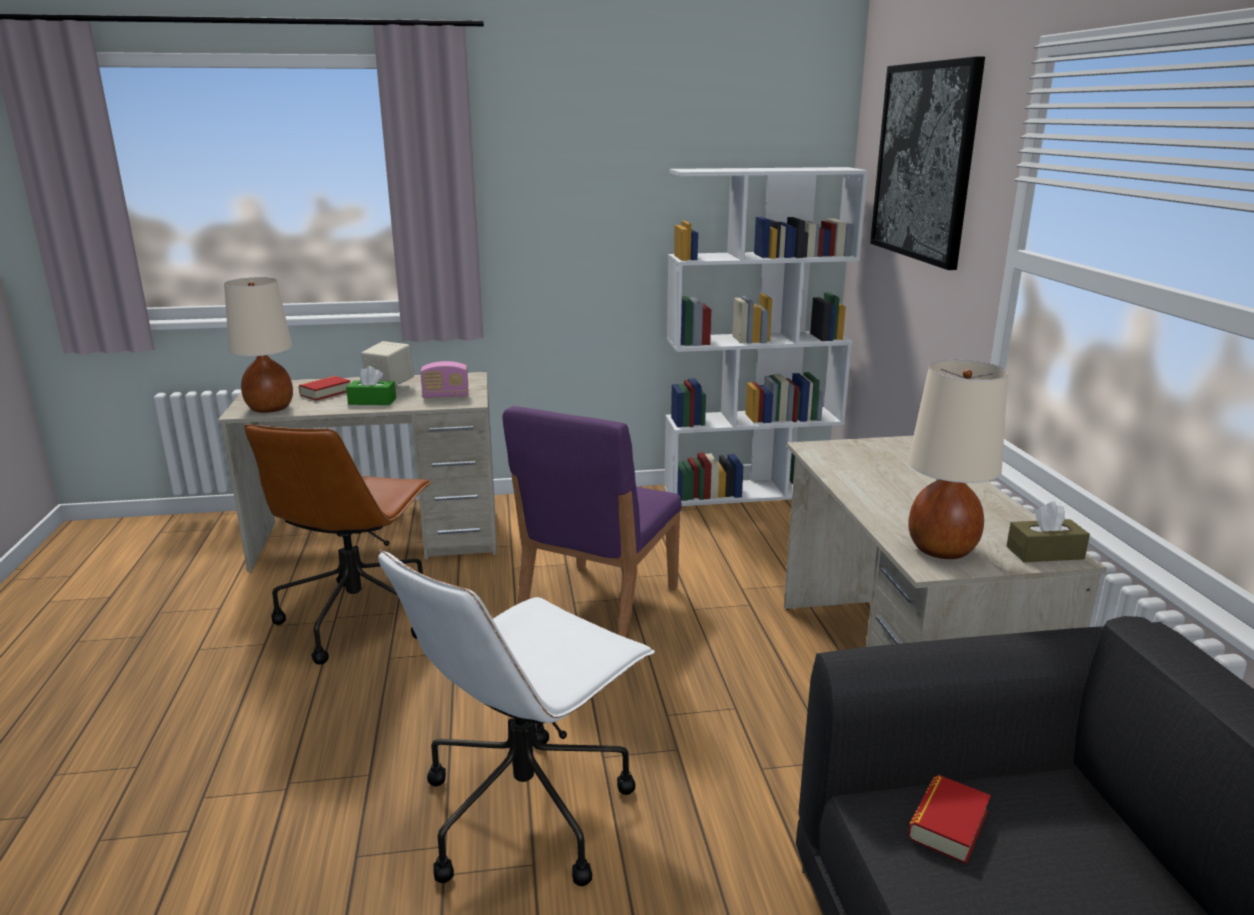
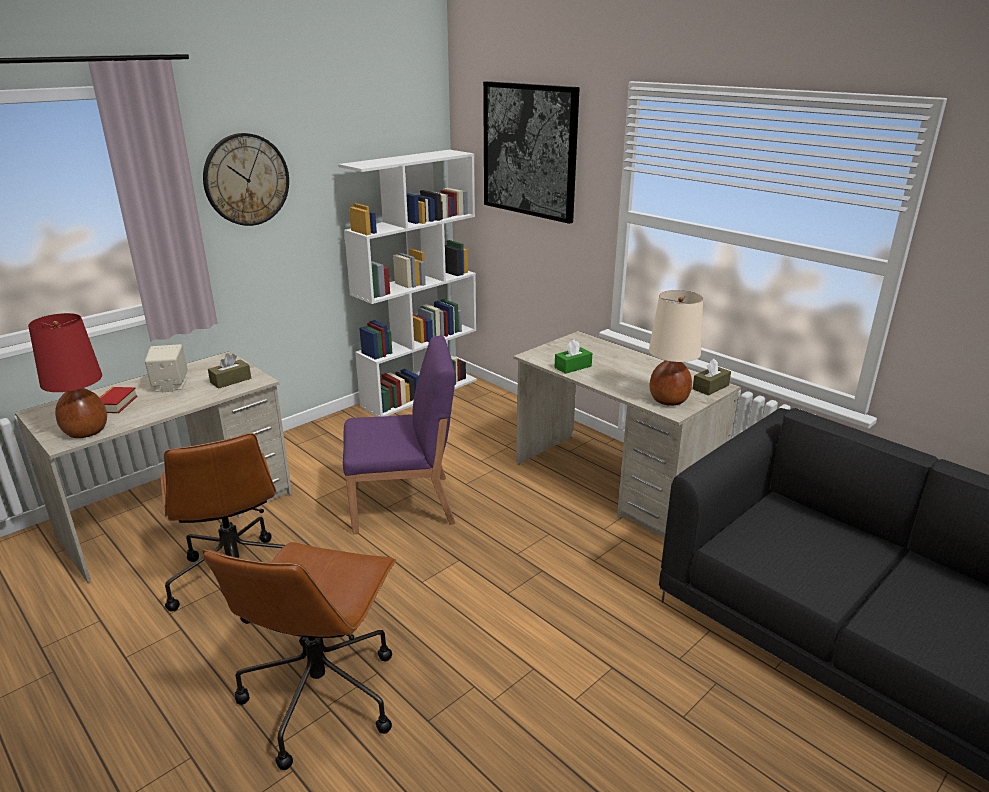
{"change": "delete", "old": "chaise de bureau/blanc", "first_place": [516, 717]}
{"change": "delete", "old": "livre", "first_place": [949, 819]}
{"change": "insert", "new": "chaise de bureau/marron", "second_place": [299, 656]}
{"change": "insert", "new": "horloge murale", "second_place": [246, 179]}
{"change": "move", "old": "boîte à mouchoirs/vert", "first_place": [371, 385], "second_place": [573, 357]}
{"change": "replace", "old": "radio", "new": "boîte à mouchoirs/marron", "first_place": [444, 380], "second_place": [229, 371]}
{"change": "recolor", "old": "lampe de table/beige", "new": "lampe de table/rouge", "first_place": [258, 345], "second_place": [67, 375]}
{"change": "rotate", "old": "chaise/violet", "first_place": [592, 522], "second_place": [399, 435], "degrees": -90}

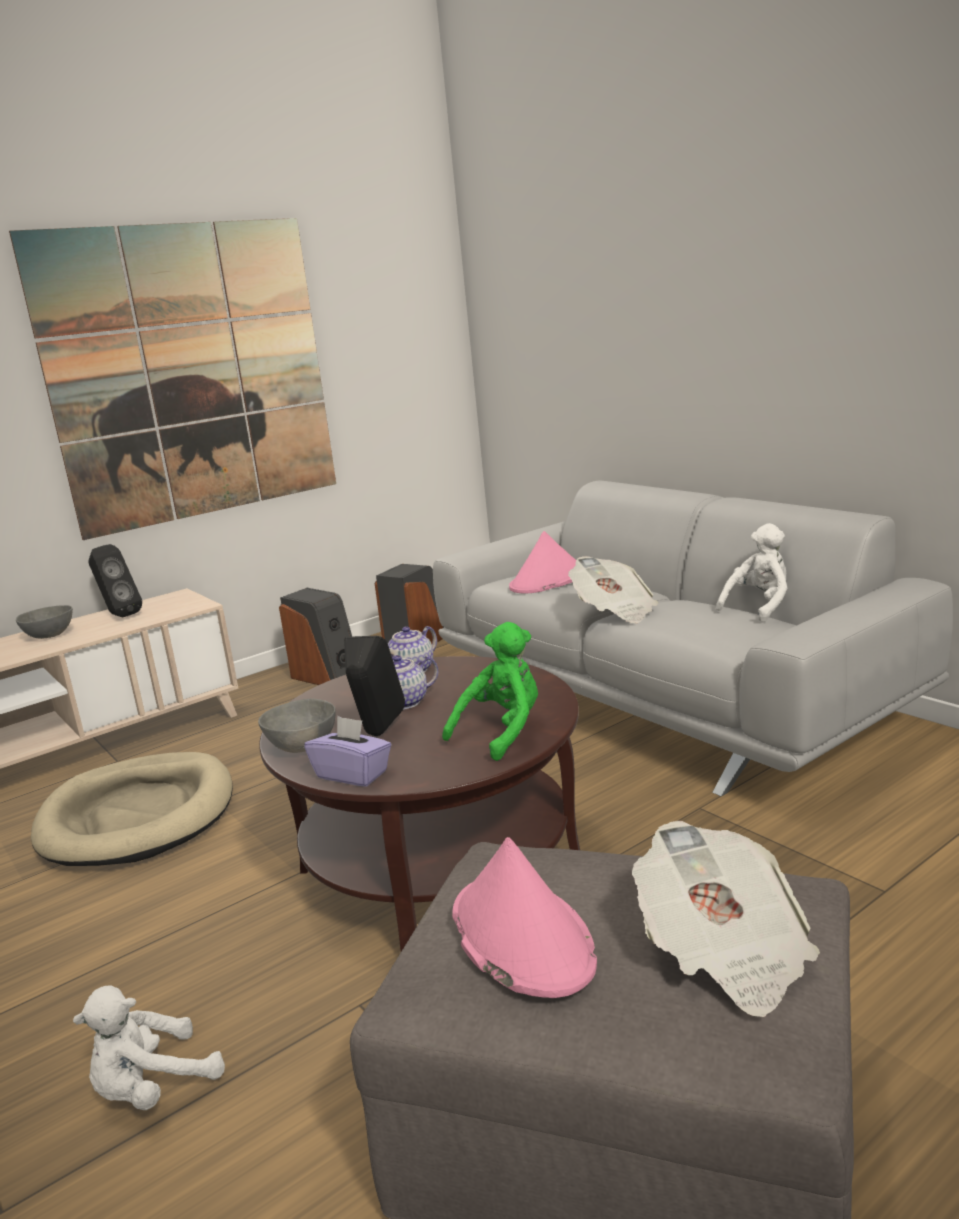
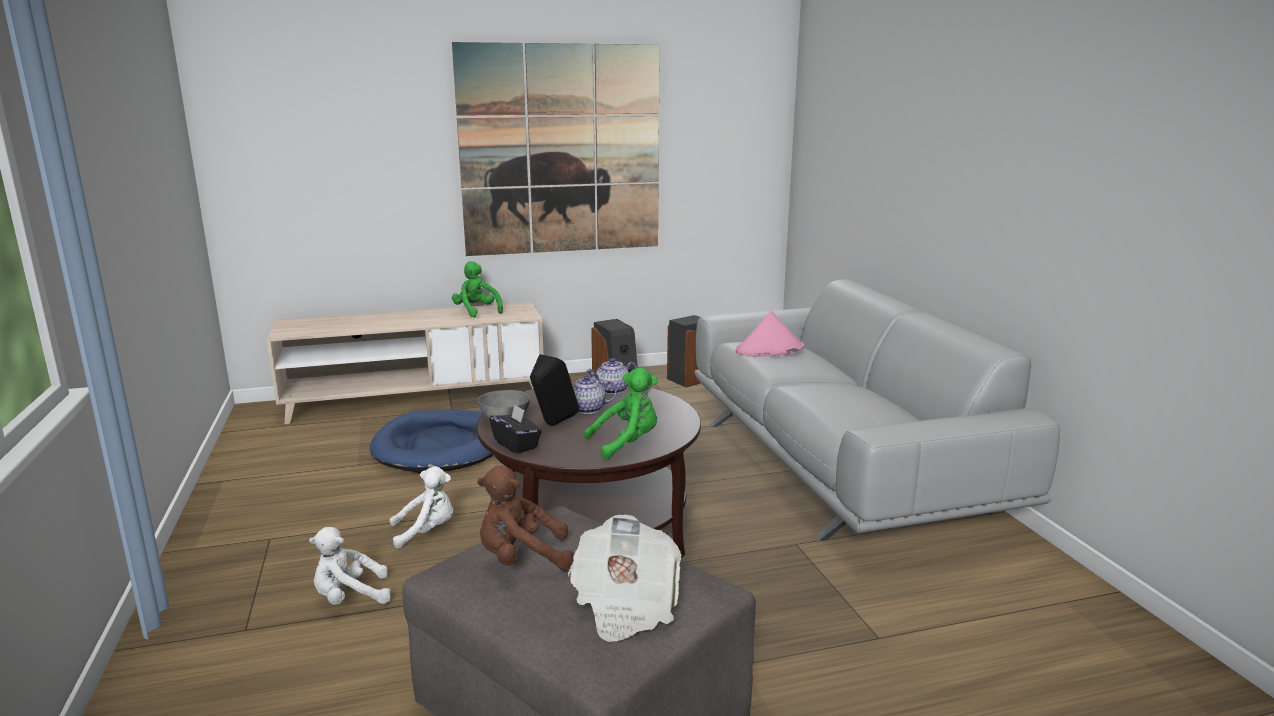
{"change": "delete", "old": "bol/gris", "first_place": [44, 622]}
{"change": "delete", "old": "journal", "first_place": [613, 589]}
{"change": "move", "old": "peluche/blanc", "first_place": [751, 573], "second_place": [421, 507]}
{"change": "replace", "old": "enceinte/noir", "new": "peluche/vert", "first_place": [115, 581], "second_place": [477, 289]}
{"change": "replace", "old": "chapeau/rose", "new": "peluche/marron", "first_place": [524, 917], "second_place": [525, 518]}
{"change": "recolor", "old": "panier pour chien/beige", "new": "panier pour chien/bleu", "first_place": [132, 809], "second_place": [431, 441]}
{"change": "recolor", "old": "boîte à mouchoirs/violet", "new": "boîte à mouchoirs/noir", "first_place": [348, 751], "second_place": [515, 429]}

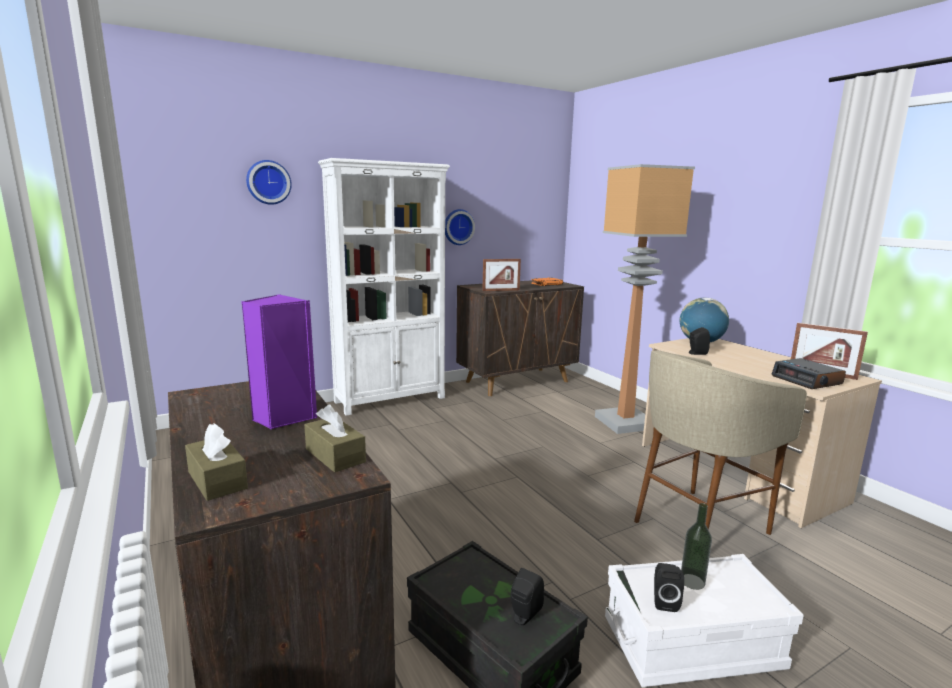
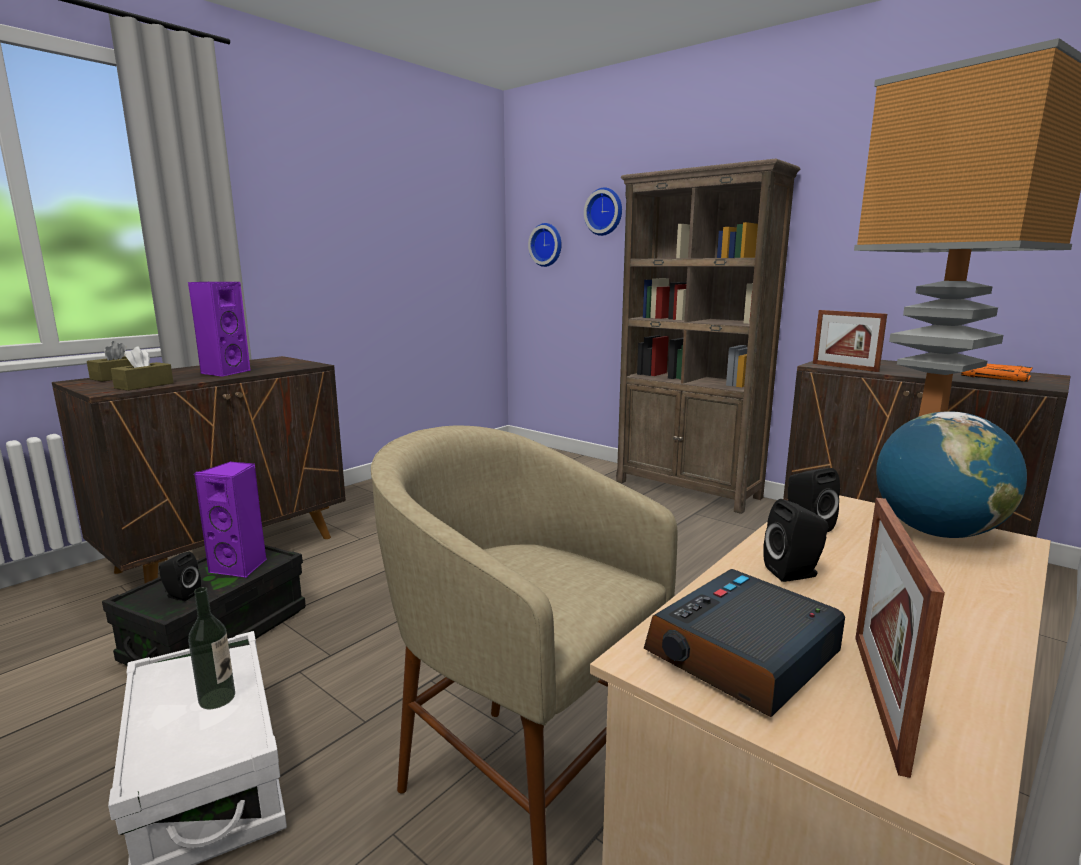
{"change": "insert", "new": "enceinte/violet", "second_place": [230, 519]}
{"change": "move", "old": "horloge murale", "first_place": [460, 227], "second_place": [545, 245]}
{"change": "move", "old": "enceinte/noir", "first_place": [669, 587], "second_place": [795, 540]}
{"change": "recolor", "old": "bibliothèque/blanc", "new": "bibliothèque/marron", "first_place": [384, 287], "second_place": [708, 336]}

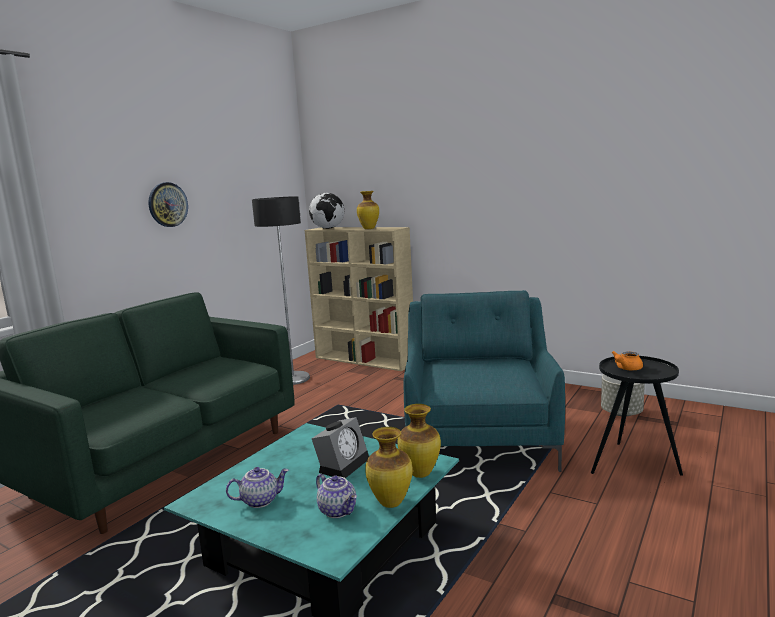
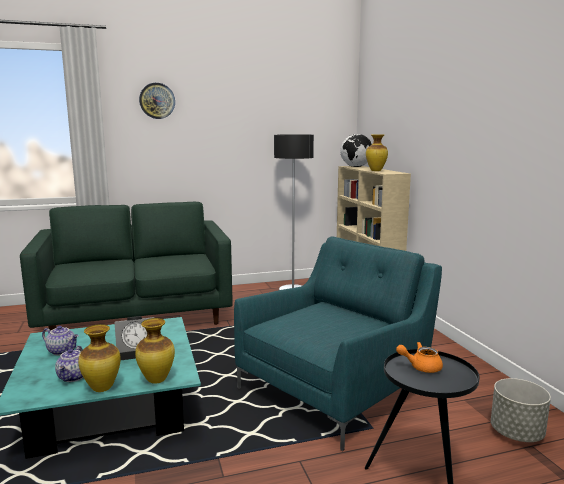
{"change": "move", "old": "horloge murale", "first_place": [168, 204], "second_place": [157, 101]}

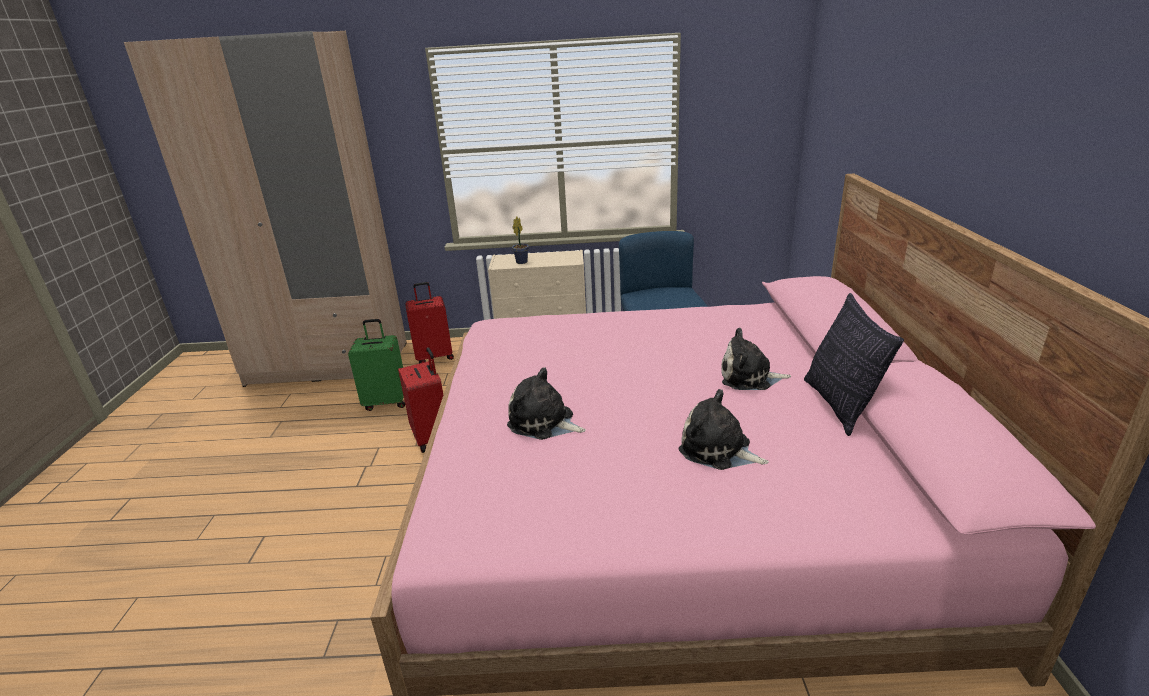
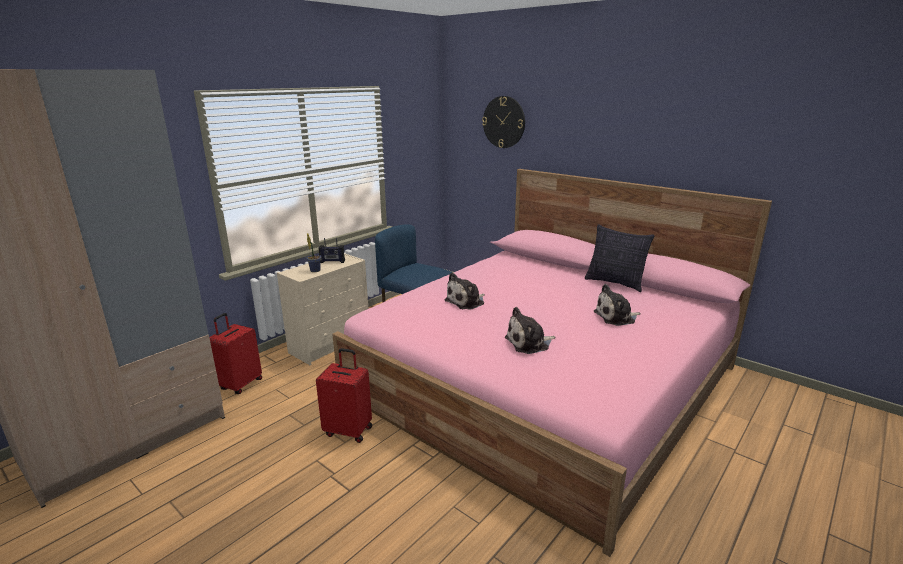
{"change": "delete", "old": "valise/vert", "first_place": [376, 365]}
{"change": "insert", "new": "radio", "second_place": [331, 250]}
{"change": "insert", "new": "horloge murale", "second_place": [503, 122]}
{"change": "move", "old": "peluche", "first_place": [756, 359], "second_place": [464, 291]}

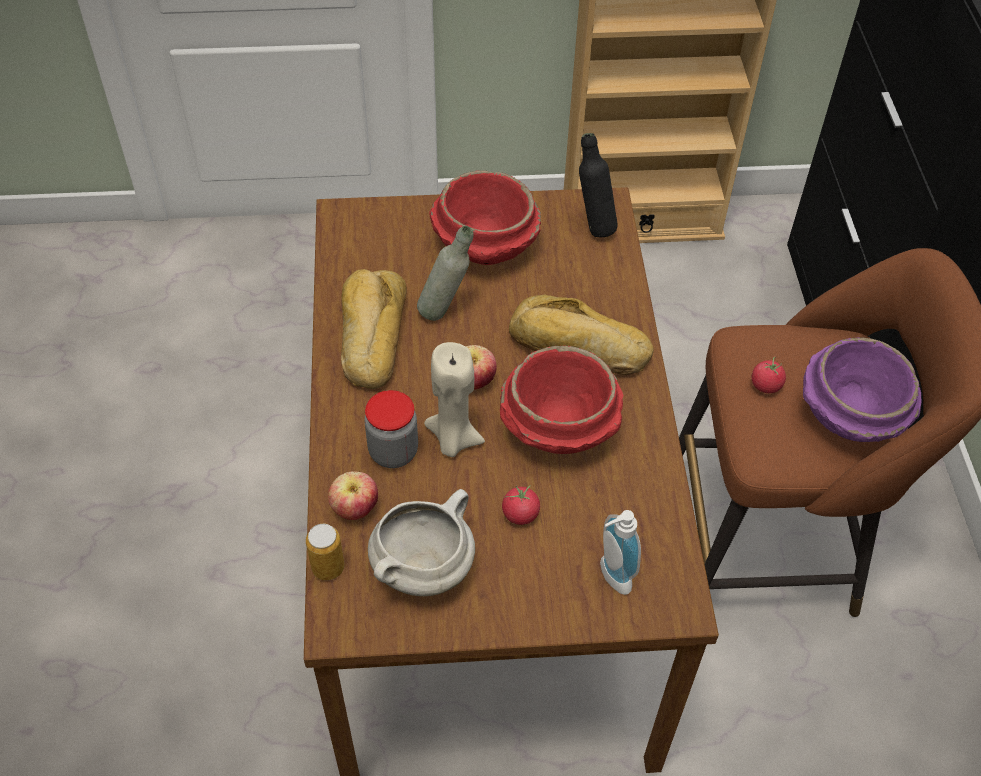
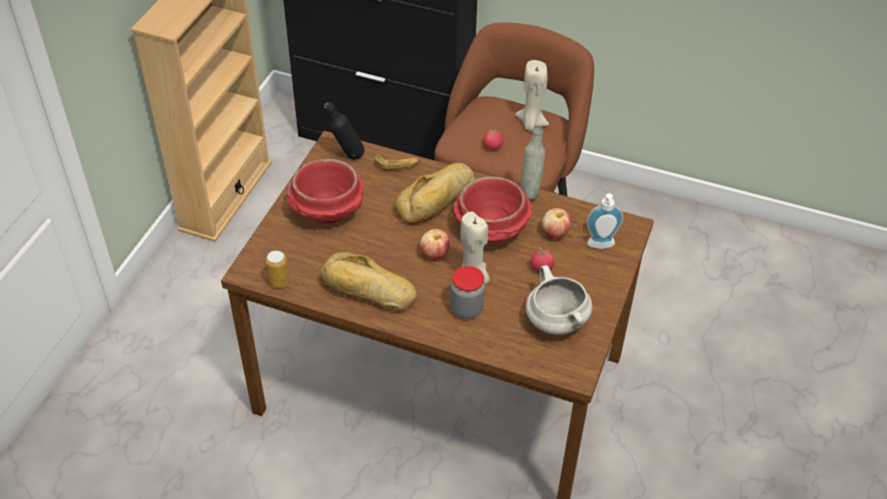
{"change": "insert", "new": "banane", "second_place": [397, 162]}
{"change": "move", "old": "boîte métallique", "first_place": [325, 551], "second_place": [277, 269]}
{"change": "move", "old": "pomme", "first_place": [353, 495], "second_place": [556, 223]}
{"change": "move", "old": "bouteille/gris", "first_place": [445, 273], "second_place": [532, 162]}
{"change": "replace", "old": "bol/violet", "new": "bougie/beige", "first_place": [862, 389], "second_place": [532, 95]}

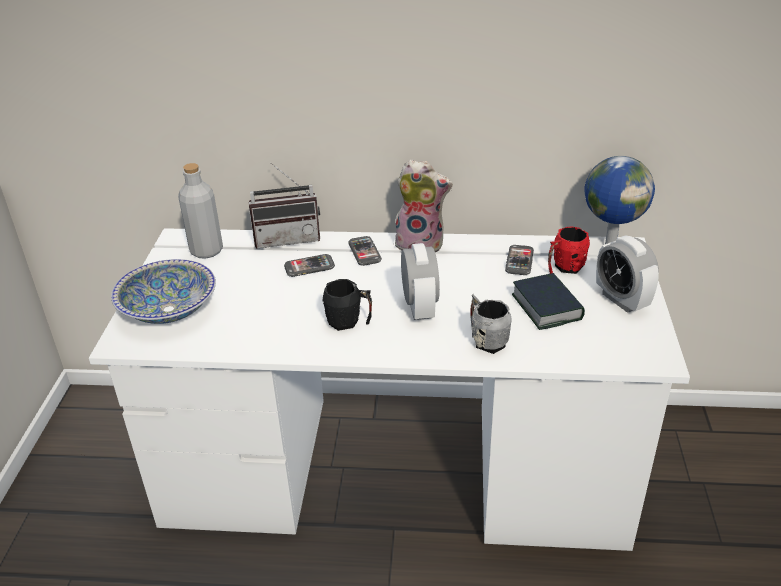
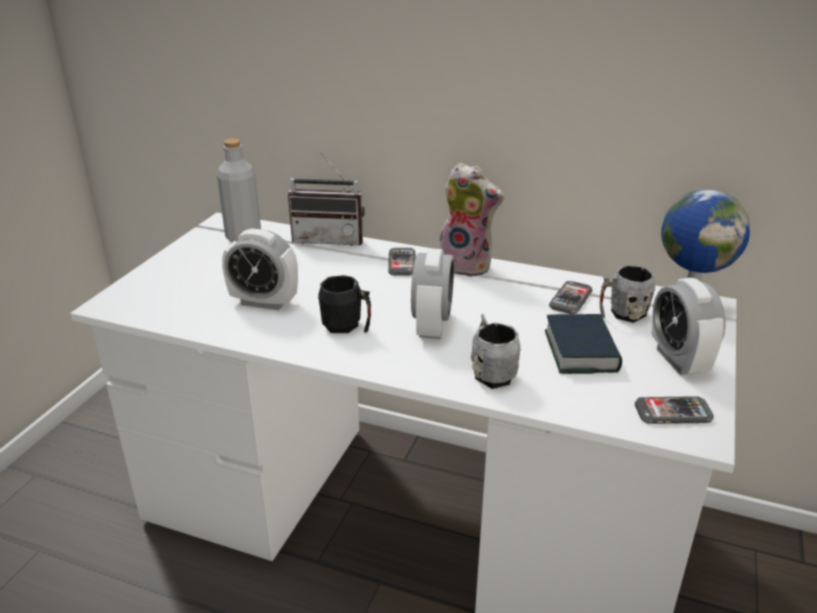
{"change": "delete", "old": "bol", "first_place": [163, 291]}
{"change": "insert", "new": "réveil", "second_place": [260, 269]}
{"change": "move", "old": "téléphone", "first_place": [309, 265], "second_place": [674, 410]}
{"change": "recolor", "old": "mug/rouge", "new": "mug/gris", "first_place": [569, 250], "second_place": [627, 294]}

